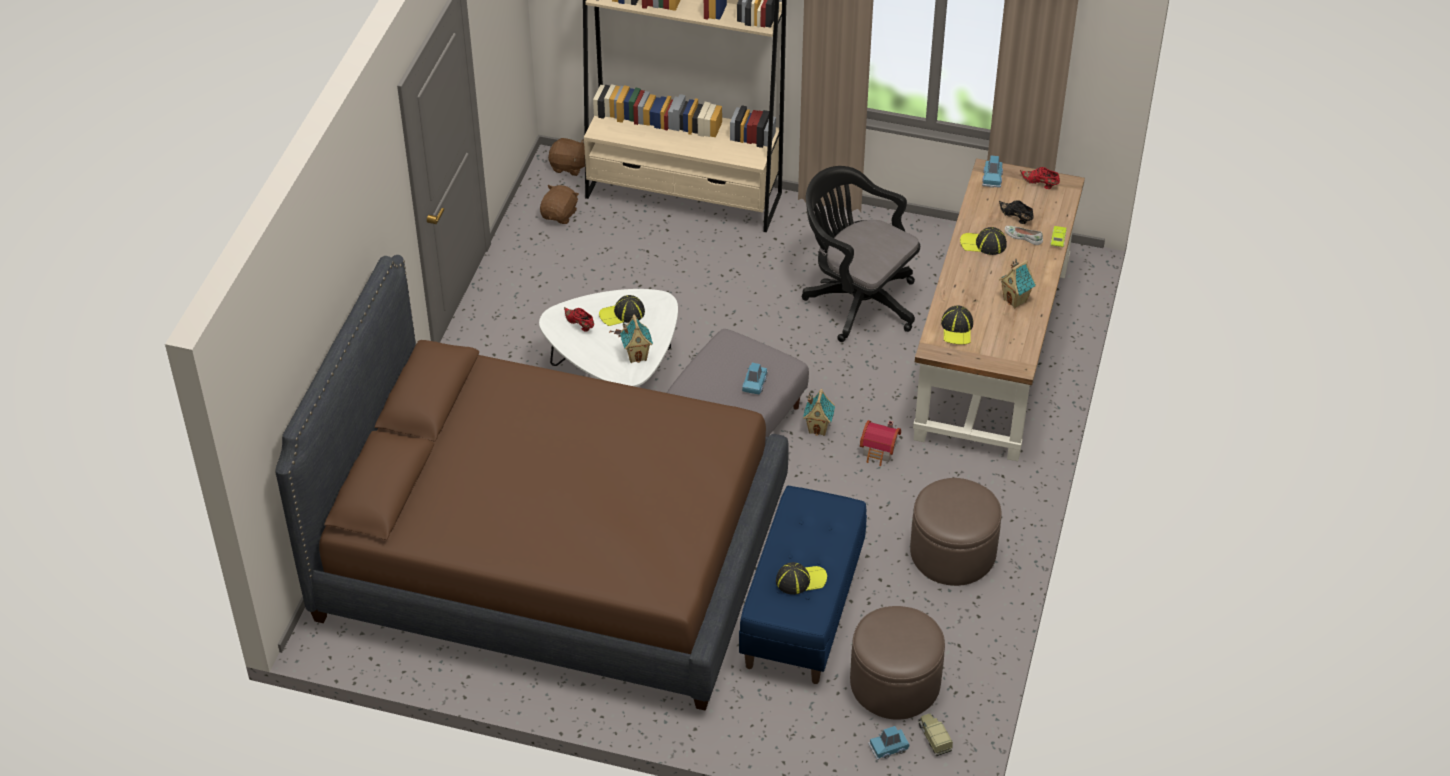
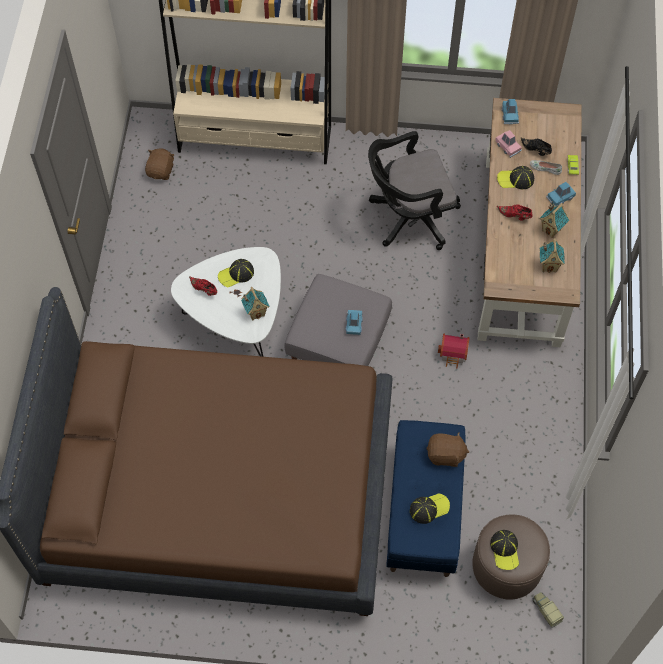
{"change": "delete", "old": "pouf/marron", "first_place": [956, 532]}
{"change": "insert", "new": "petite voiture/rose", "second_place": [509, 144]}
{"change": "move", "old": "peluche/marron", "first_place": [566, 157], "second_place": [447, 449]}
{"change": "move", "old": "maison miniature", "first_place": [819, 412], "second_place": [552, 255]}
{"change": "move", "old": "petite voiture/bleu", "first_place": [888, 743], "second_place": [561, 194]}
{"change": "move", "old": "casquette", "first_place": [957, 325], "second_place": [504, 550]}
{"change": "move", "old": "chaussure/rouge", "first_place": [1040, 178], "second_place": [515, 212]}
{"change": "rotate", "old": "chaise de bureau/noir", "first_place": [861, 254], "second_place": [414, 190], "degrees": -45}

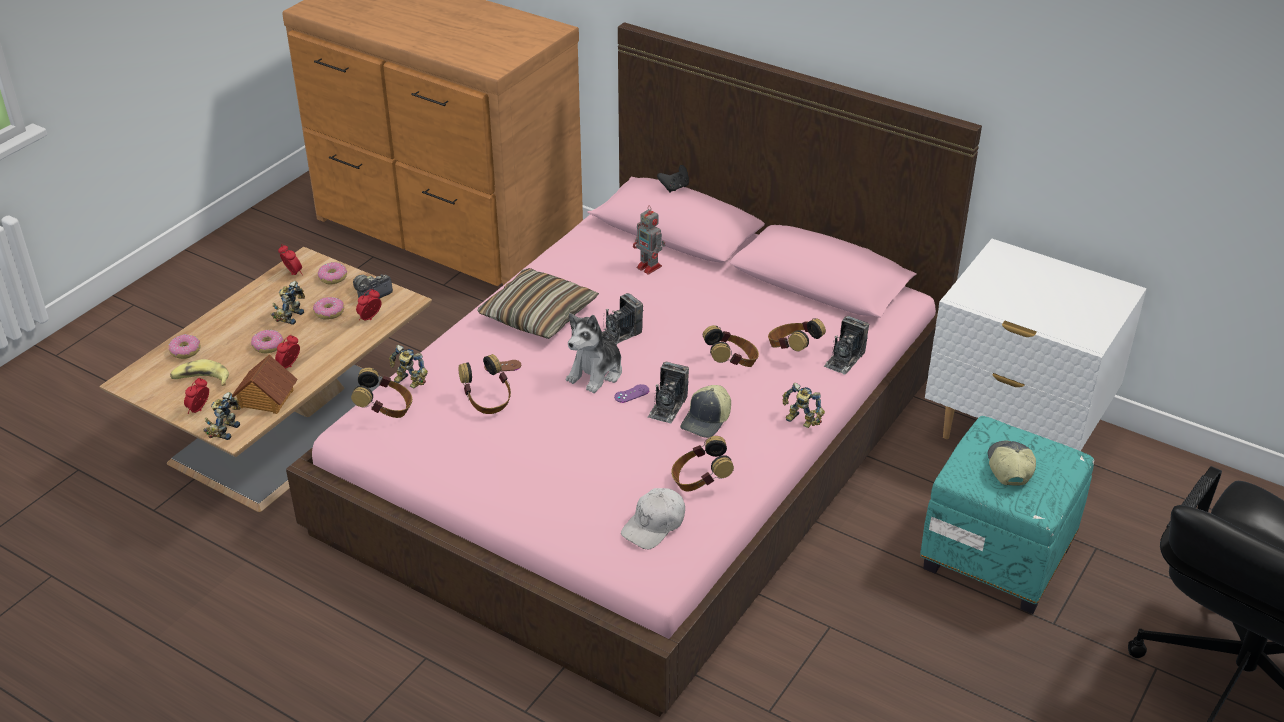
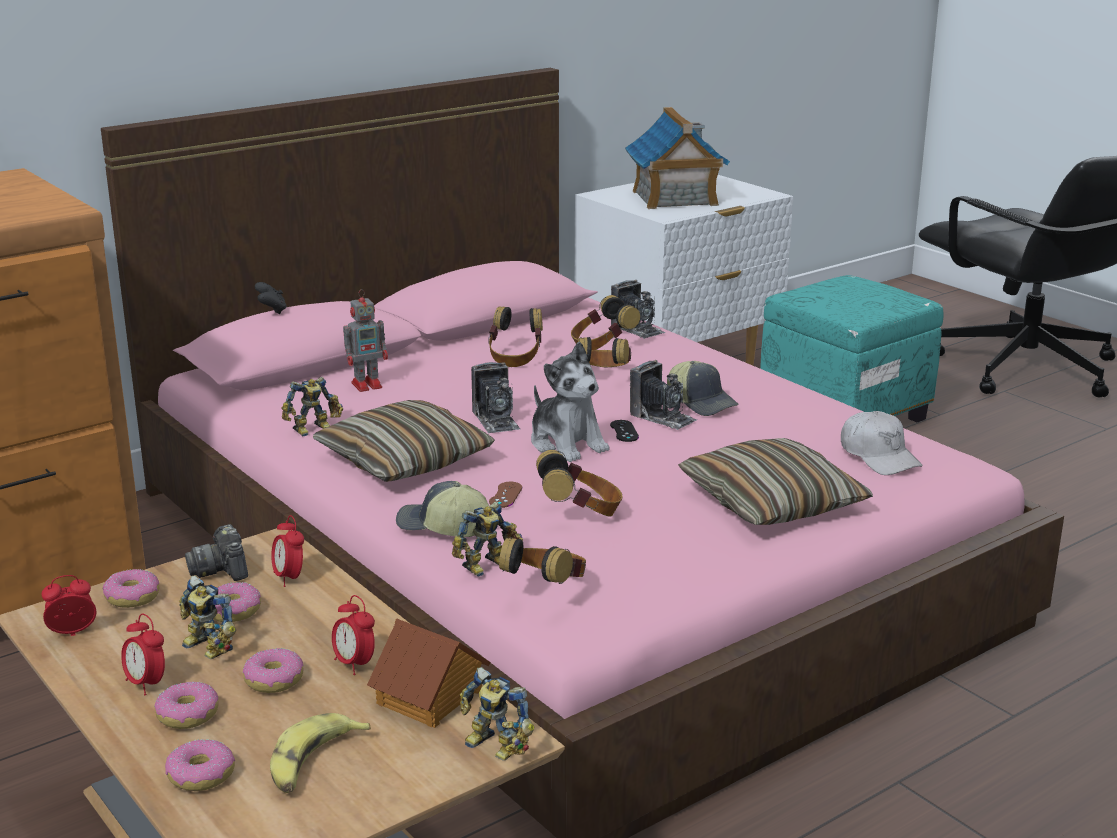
{"change": "insert", "new": "beignet", "second_place": [186, 705]}
{"change": "insert", "new": "maison miniature", "second_place": [677, 158]}
{"change": "insert", "new": "coussin", "second_place": [775, 481]}
{"change": "move", "old": "réveil", "first_place": [196, 396], "second_place": [143, 654]}
{"change": "move", "old": "casque audio", "first_place": [702, 463], "second_place": [515, 336]}
{"change": "move", "old": "robot jouet", "first_place": [804, 405], "second_place": [312, 406]}
{"change": "move", "old": "casquette", "first_place": [1012, 463], "second_place": [442, 509]}
{"change": "recolor", "old": "manette/violet", "new": "manette/noir", "first_place": [631, 393], "second_place": [624, 431]}

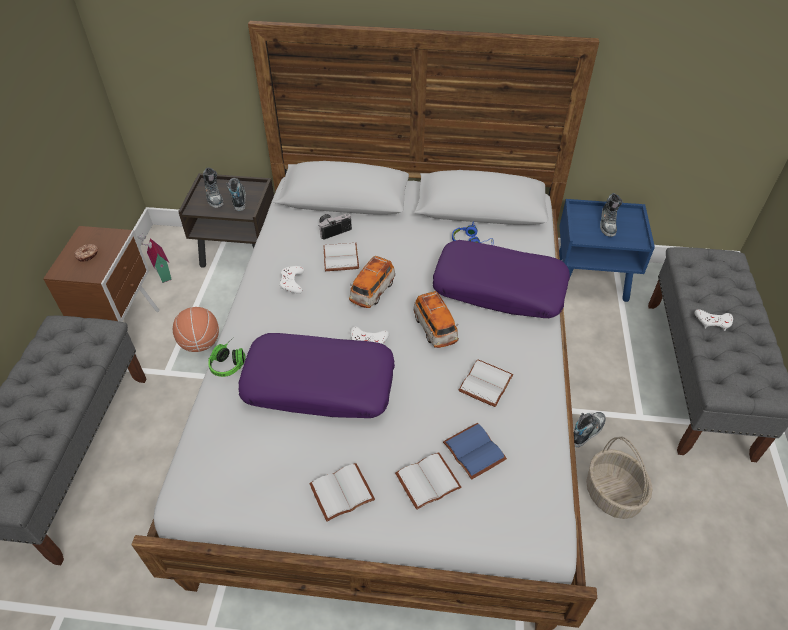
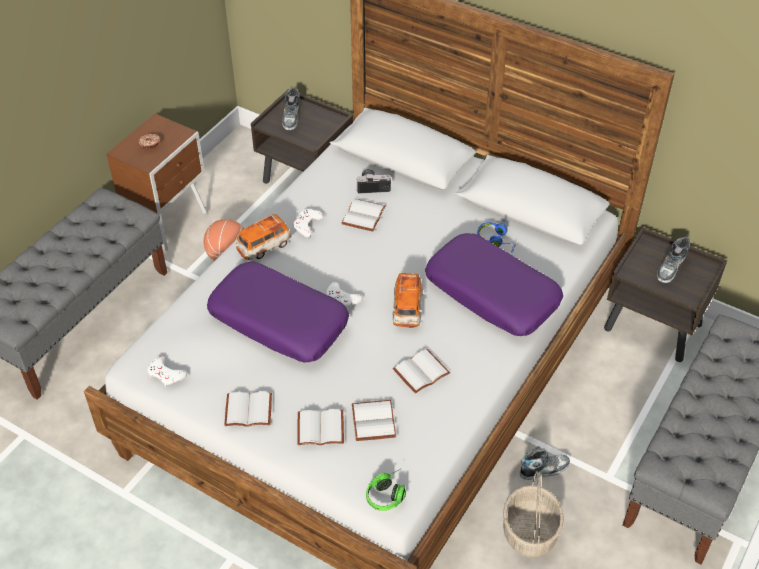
{"change": "delete", "old": "maison miniature", "first_place": [155, 258]}
{"change": "delete", "old": "chaussure", "first_place": [236, 194]}
{"change": "move", "old": "casque audio", "first_place": [227, 357], "second_place": [386, 490]}
{"change": "move", "old": "petite voiture", "first_place": [372, 282], "second_place": [263, 237]}
{"change": "move", "old": "manette/blanc", "first_place": [714, 320], "second_place": [167, 371]}
{"change": "recolor", "old": "livre/bleu", "new": "livre/blanc", "first_place": [475, 451], "second_place": [374, 420]}
{"change": "recolor", "old": "table de chevet/bleu", "new": "table de chevet/marron", "first_place": [607, 250], "second_place": [665, 294]}

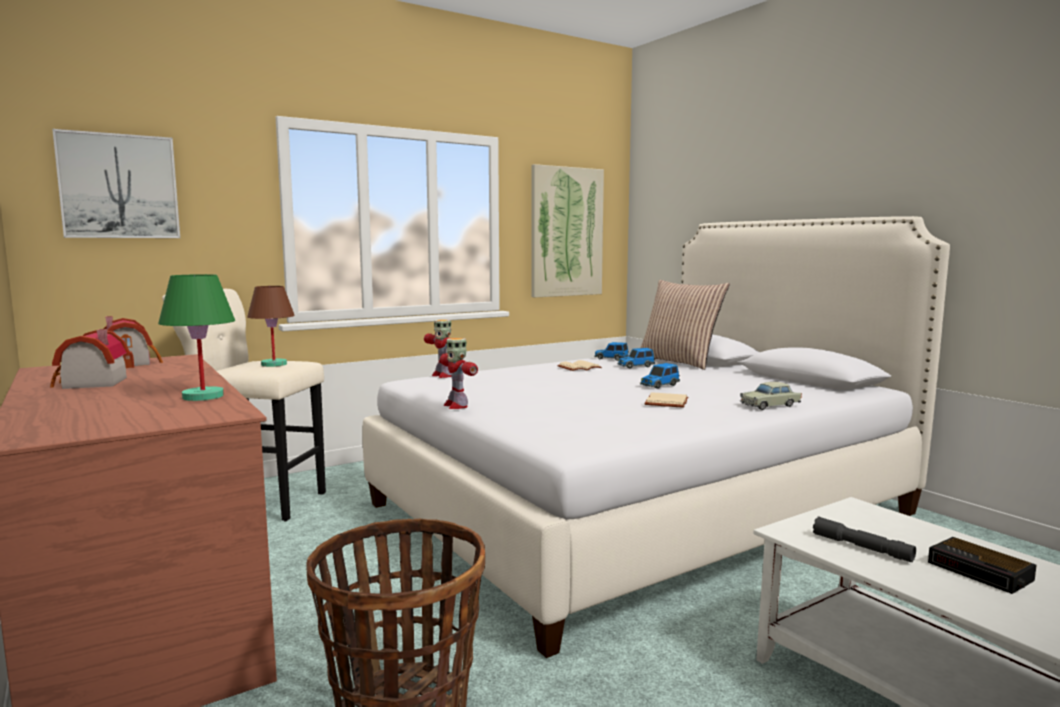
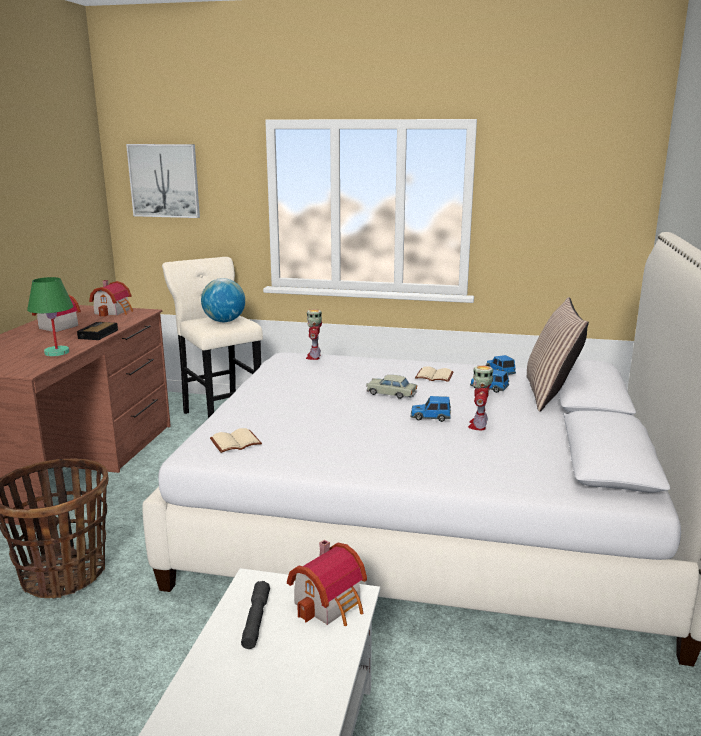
{"change": "delete", "old": "tableau", "first_place": [567, 231]}
{"change": "insert", "new": "maison miniature", "second_place": [327, 583]}
{"change": "move", "old": "robot jouet", "first_place": [459, 373], "second_place": [480, 397]}
{"change": "move", "old": "livre/beige", "first_place": [666, 400], "second_place": [236, 440]}
{"change": "move", "old": "petite voiture/beige", "first_place": [771, 396], "second_place": [391, 387]}
{"change": "move", "old": "réveil", "first_place": [982, 565], "second_place": [97, 331]}
{"change": "replace", "old": "lampe de table/marron", "new": "globe", "first_place": [271, 326], "second_place": [223, 300]}

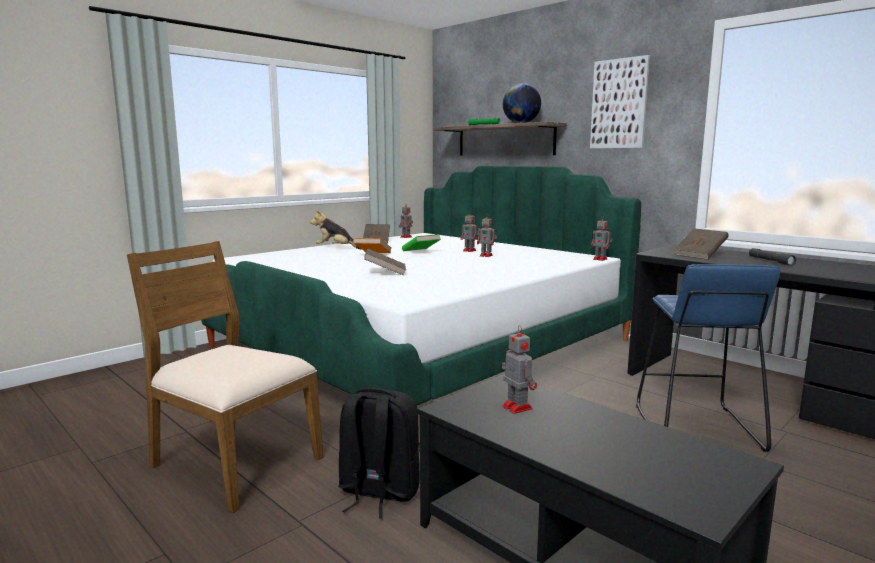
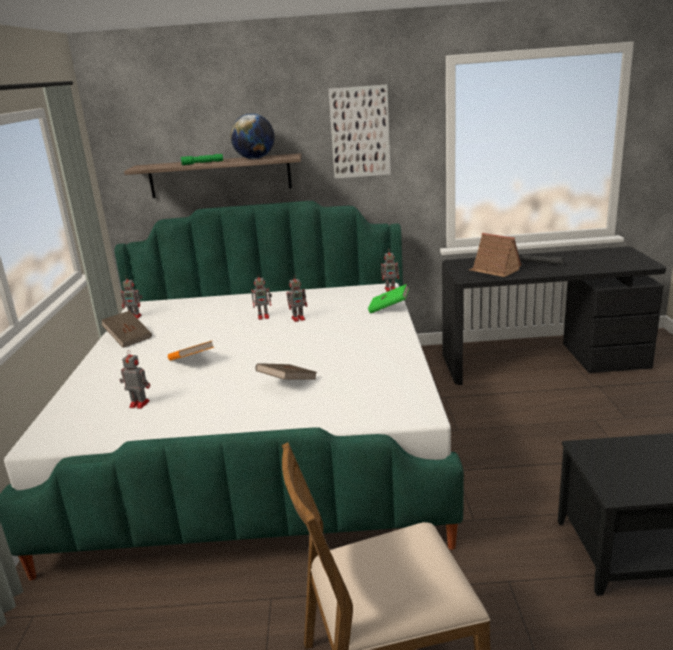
{"change": "delete", "old": "peluche", "first_place": [336, 230]}
{"change": "delete", "old": "sac à dos/noir", "first_place": [379, 452]}
{"change": "delete", "old": "tabouret/bleu", "first_place": [708, 358]}
{"change": "move", "old": "livre/vert", "first_place": [421, 242], "second_place": [388, 299]}
{"change": "move", "old": "robot jouet", "first_place": [519, 369], "second_place": [134, 379]}
{"change": "replace", "old": "livre/marron", "new": "maison miniature", "first_place": [701, 244], "second_place": [495, 255]}

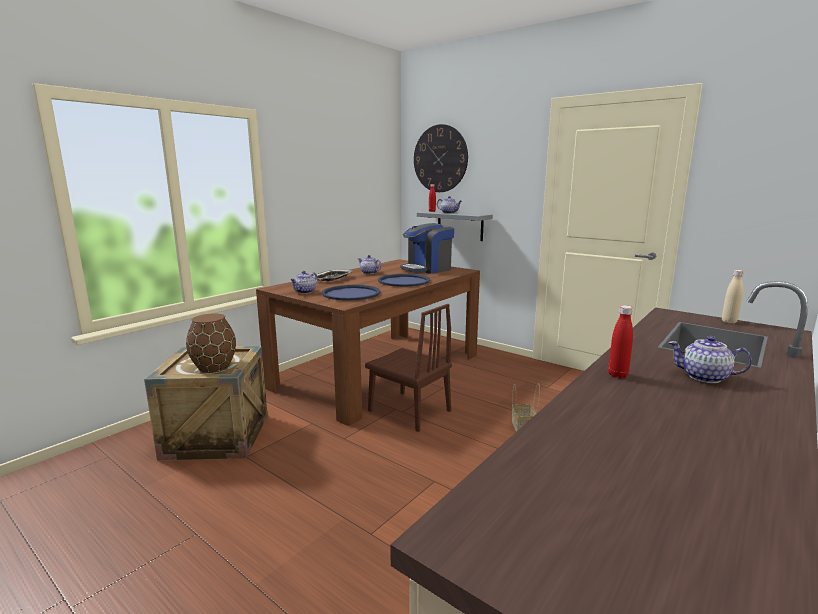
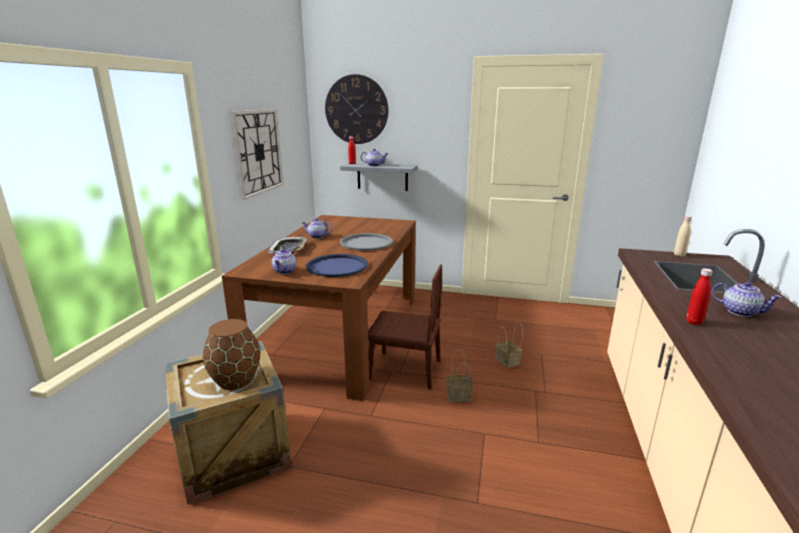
{"change": "delete", "old": "machine à café", "first_place": [427, 248]}
{"change": "insert", "new": "horloge murale", "second_place": [256, 154]}
{"change": "insert", "new": "panier", "second_place": [460, 376]}
{"change": "recolor", "old": "plateau/bleu", "new": "plateau/gris", "first_place": [404, 280], "second_place": [366, 242]}
{"change": "rotate", "old": "théière", "first_place": [710, 359], "second_place": [746, 299], "degrees": -135}

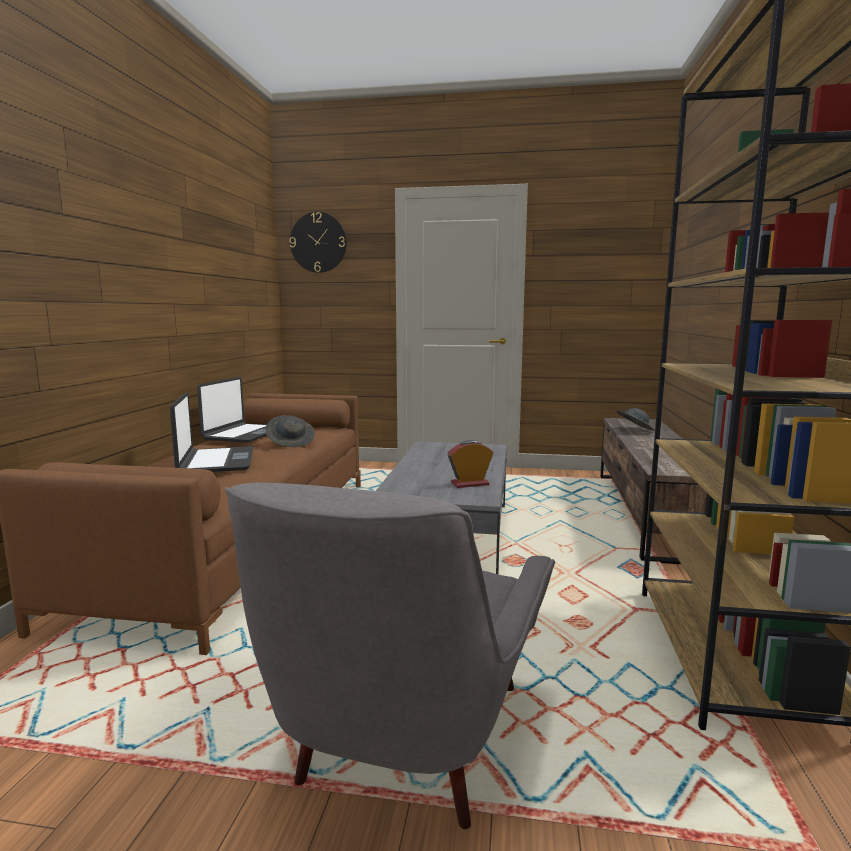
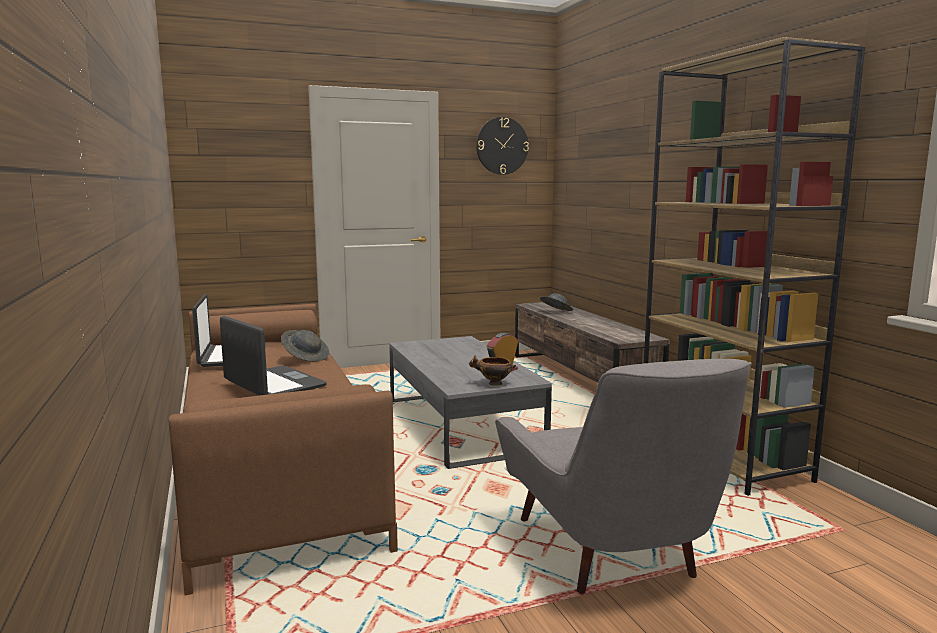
{"change": "insert", "new": "bol", "second_place": [492, 370]}
{"change": "move", "old": "horloge murale", "first_place": [318, 242], "second_place": [502, 146]}

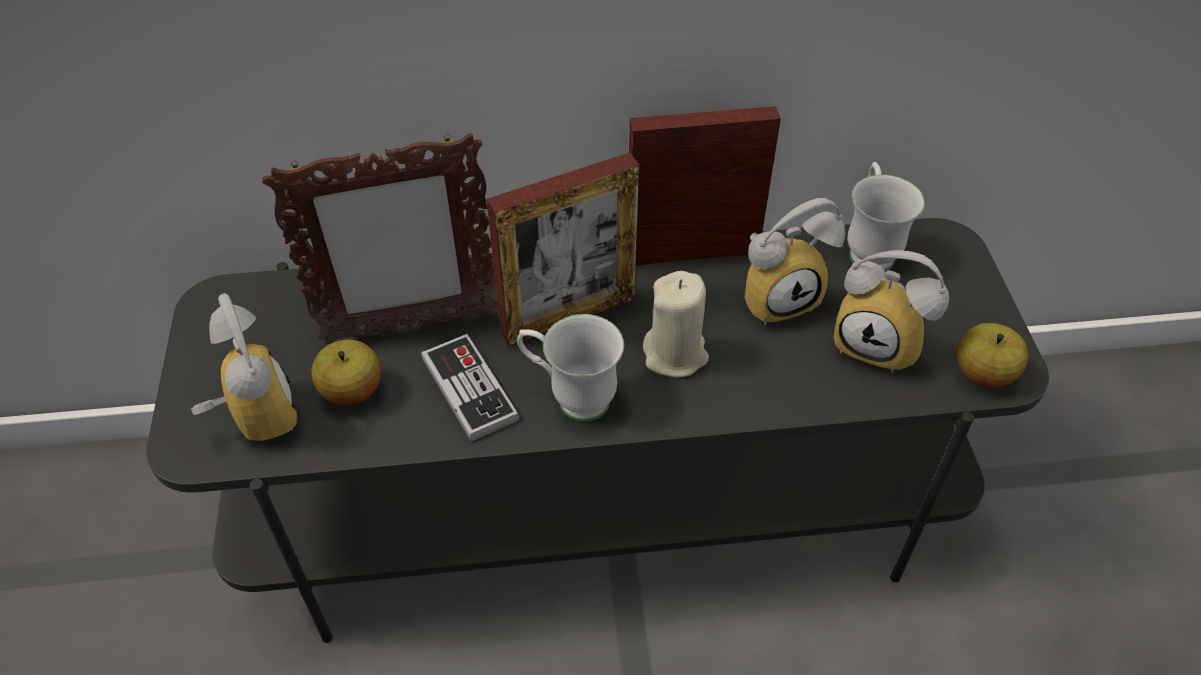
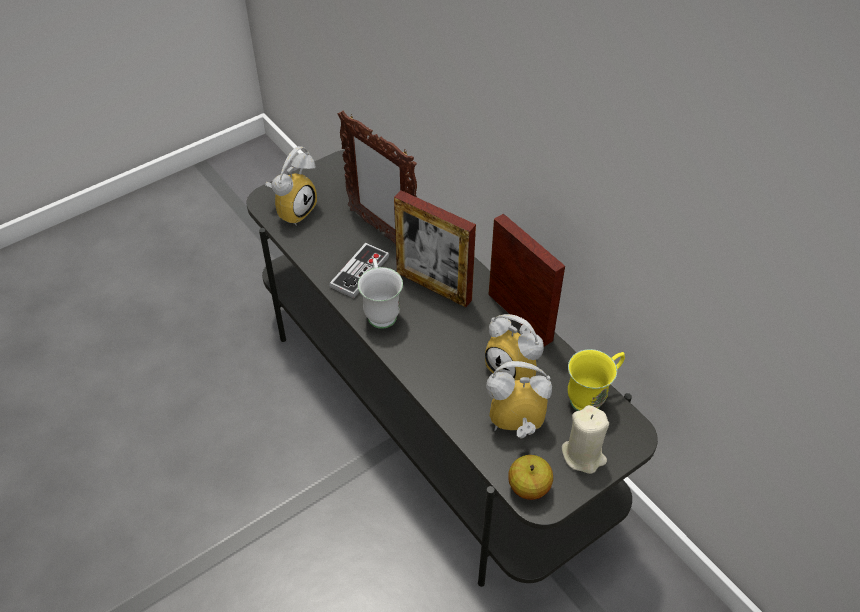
{"change": "delete", "old": "pomme", "first_place": [346, 373]}
{"change": "move", "old": "bougie/beige", "first_place": [676, 324], "second_place": [585, 439]}
{"change": "recolor", "old": "mug/blanc", "new": "mug/jaune", "first_place": [886, 216], "second_place": [596, 380]}
{"change": "rotate", "old": "réveil", "first_place": [891, 311], "second_place": [519, 399], "degrees": 90}

